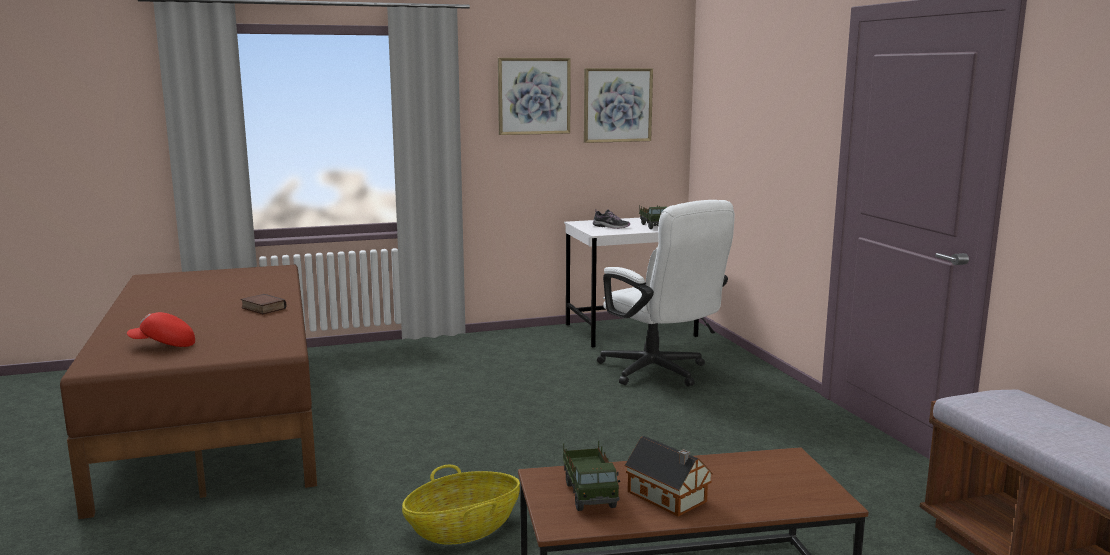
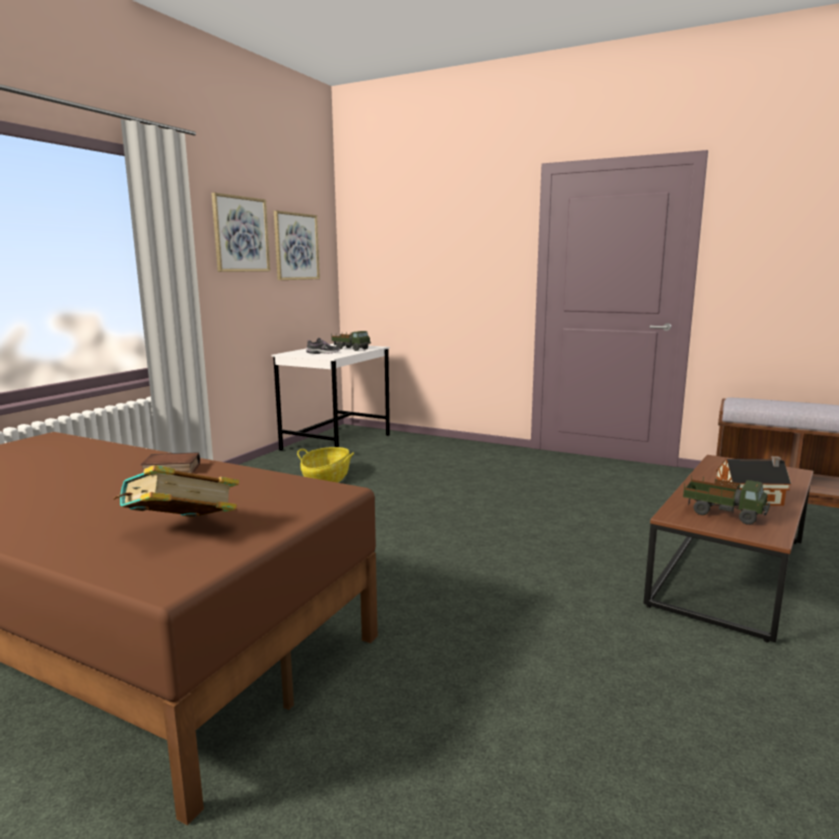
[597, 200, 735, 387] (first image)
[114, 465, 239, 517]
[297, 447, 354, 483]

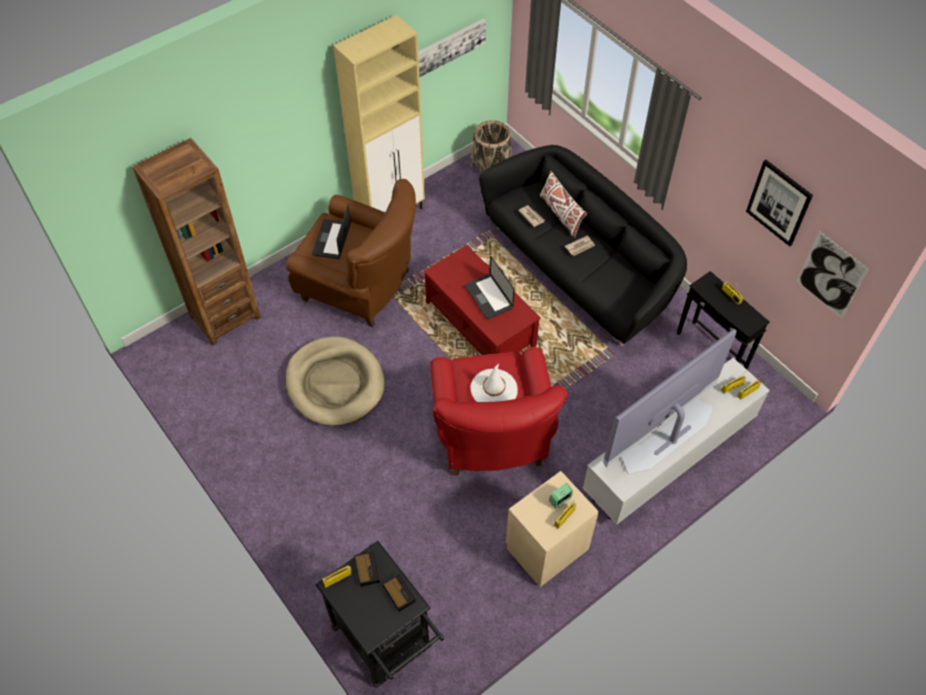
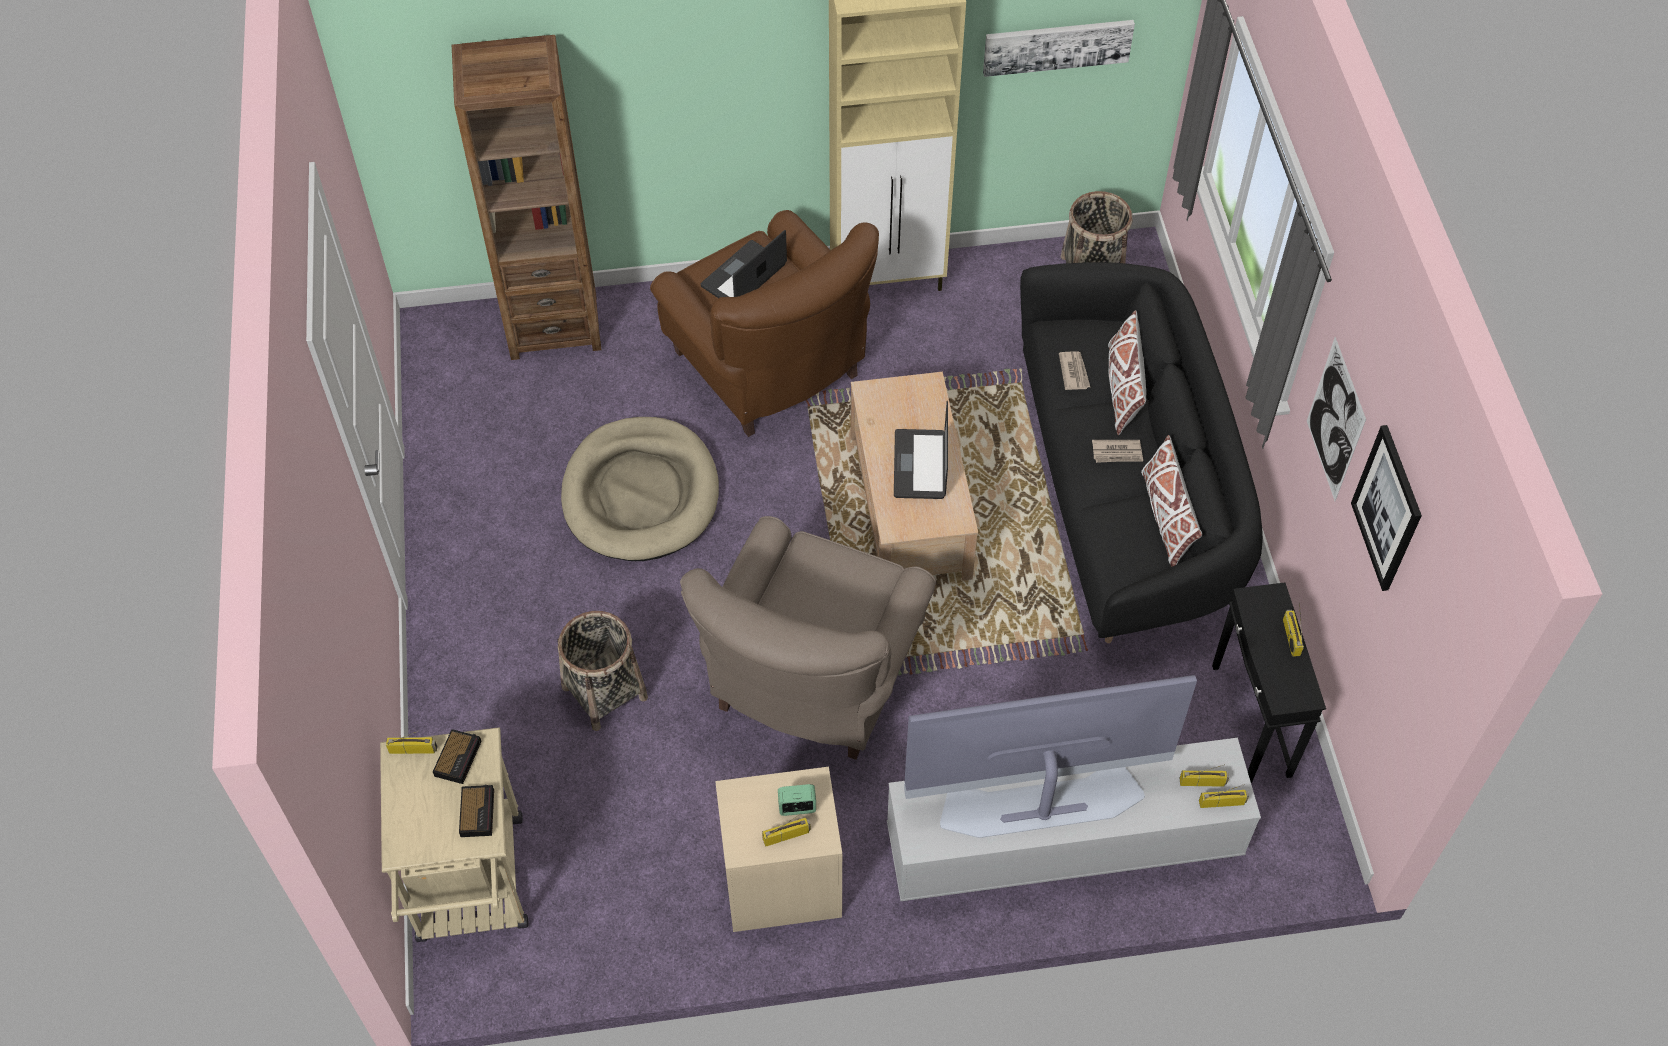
[1307, 337, 1366, 501]
[851, 372, 978, 581]
[680, 516, 936, 760]
[470, 364, 518, 402] (first image)
[380, 727, 528, 942]
[1141, 435, 1202, 567]
[558, 611, 648, 731]

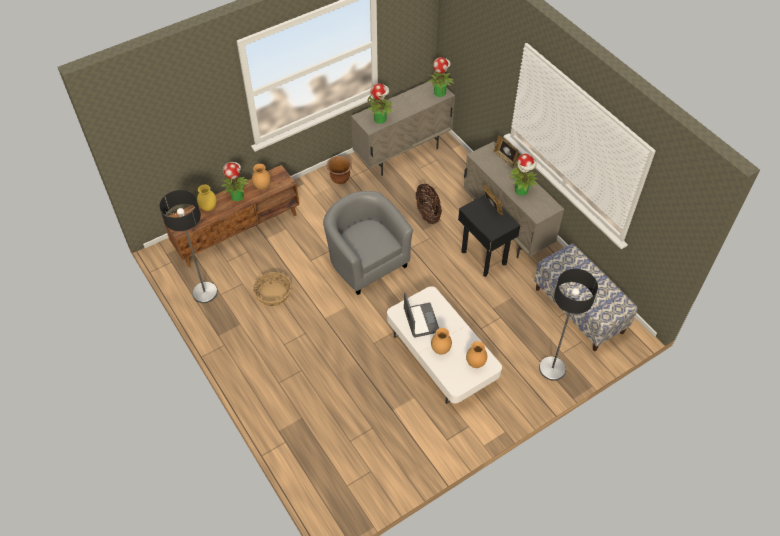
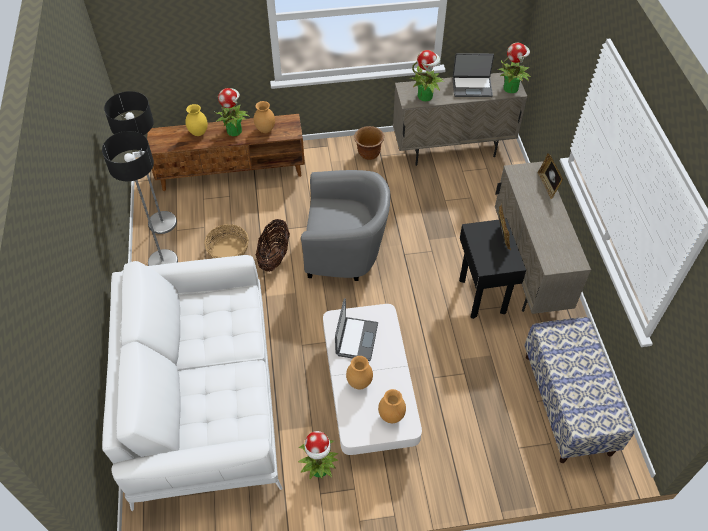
[298, 431, 338, 479]
[256, 219, 290, 272]
[301, 170, 390, 281]
[102, 131, 178, 266]
[453, 53, 494, 97]
[102, 255, 283, 511]

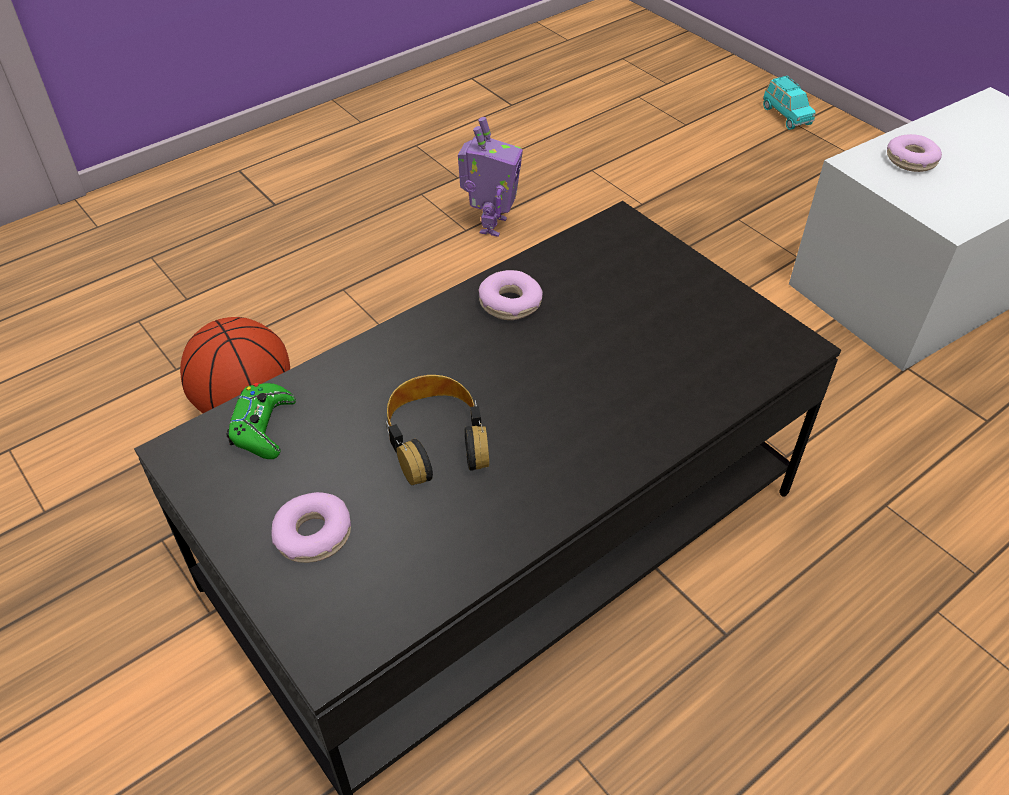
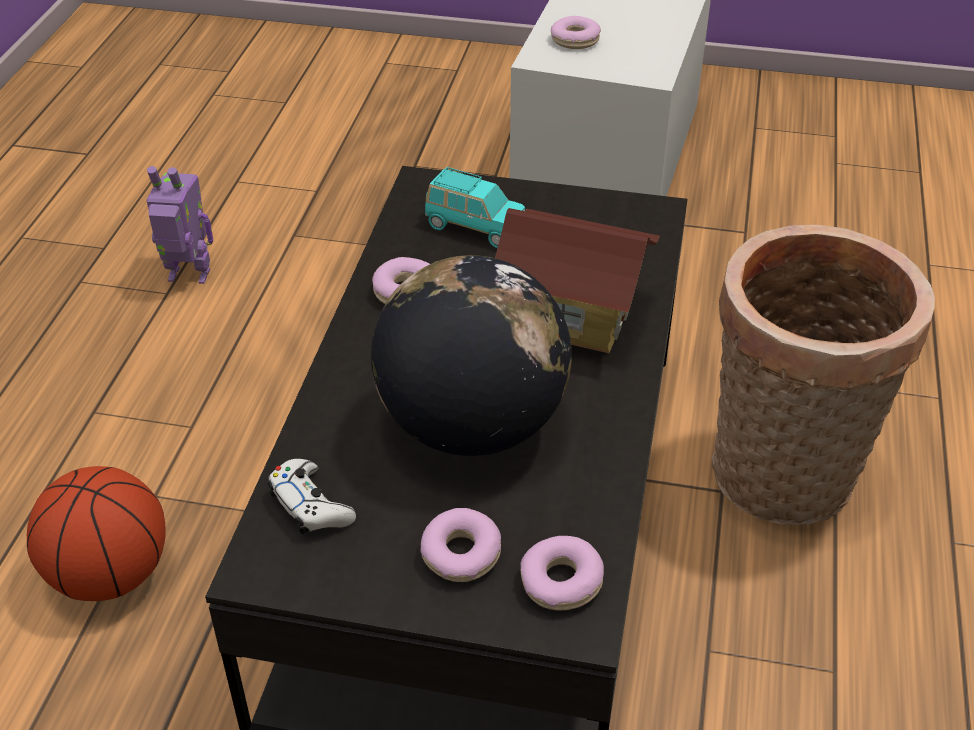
[425, 167, 525, 248]
[146, 166, 213, 284]
[371, 255, 572, 456]
[268, 459, 356, 535]
[495, 208, 660, 353]
[712, 225, 935, 524]
[520, 536, 604, 611]

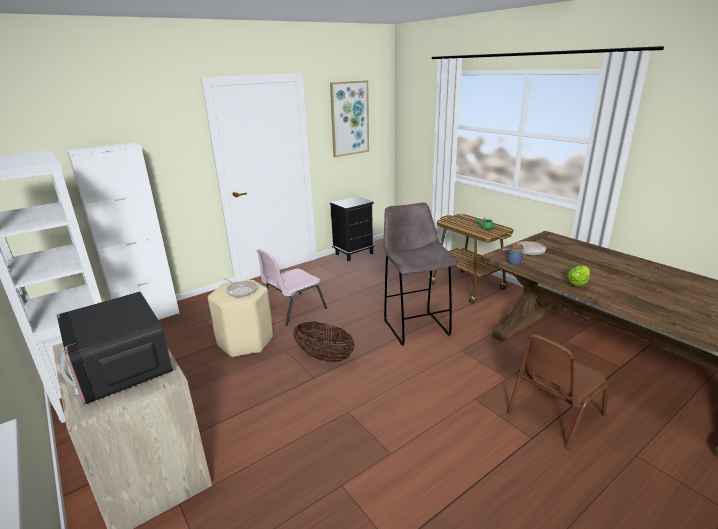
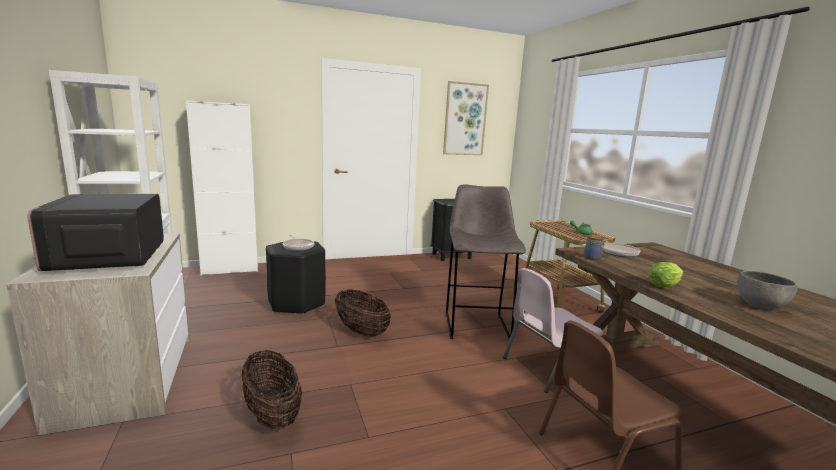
[503, 268, 603, 393]
[266, 242, 326, 315]
[737, 271, 797, 310]
[241, 350, 302, 430]

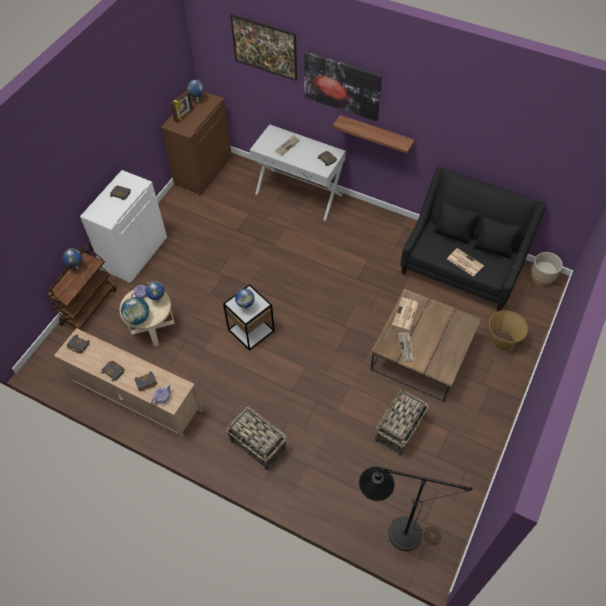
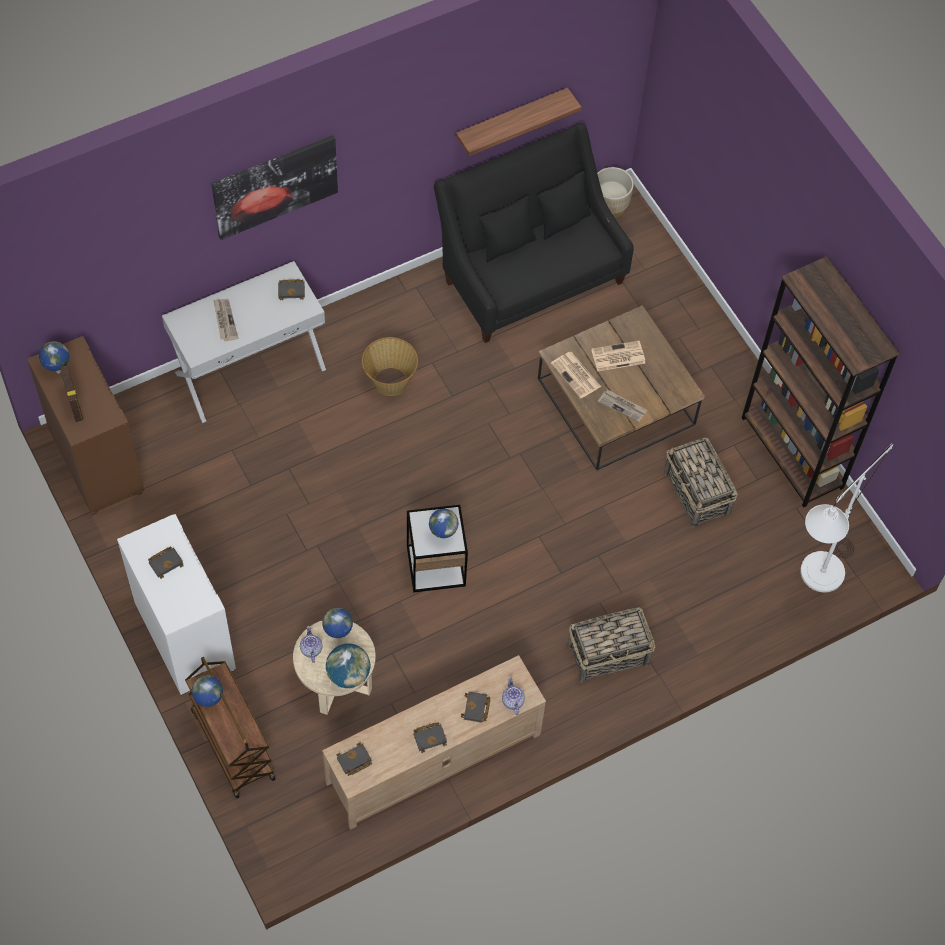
[230, 14, 297, 81] (first image)
[456, 88, 581, 156]
[591, 341, 645, 372]
[362, 337, 418, 396]
[800, 443, 893, 592]
[742, 256, 899, 508]

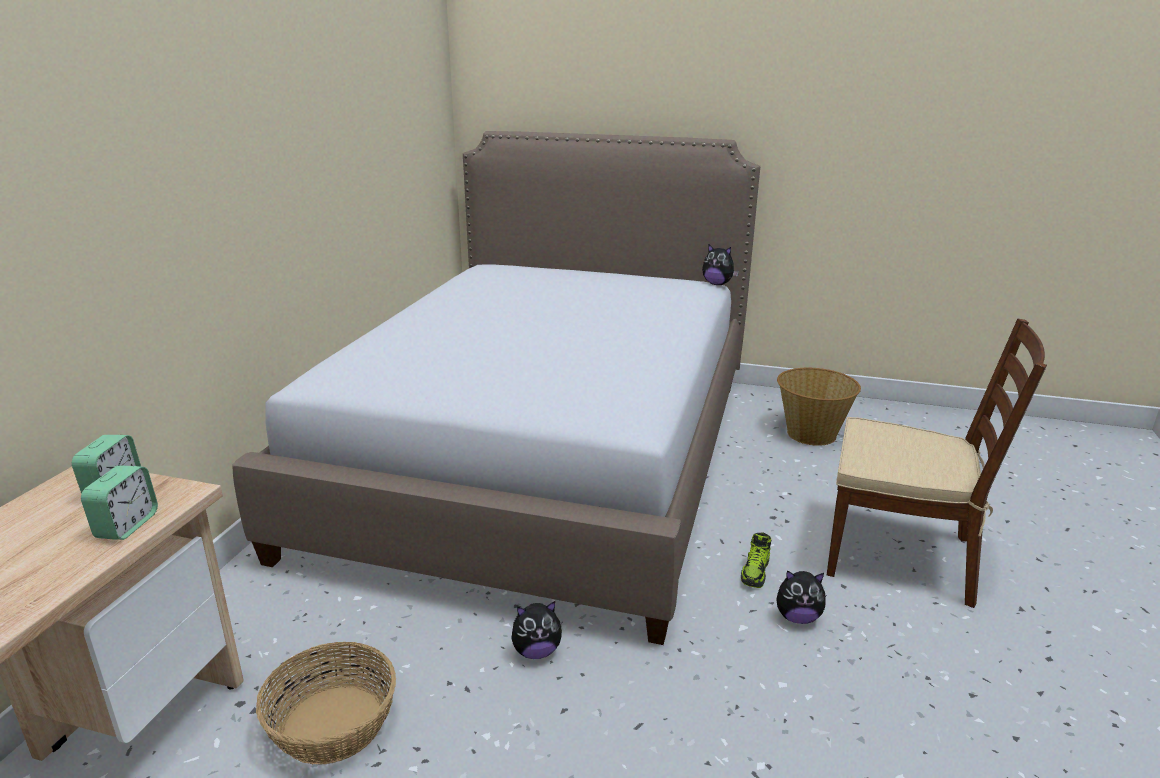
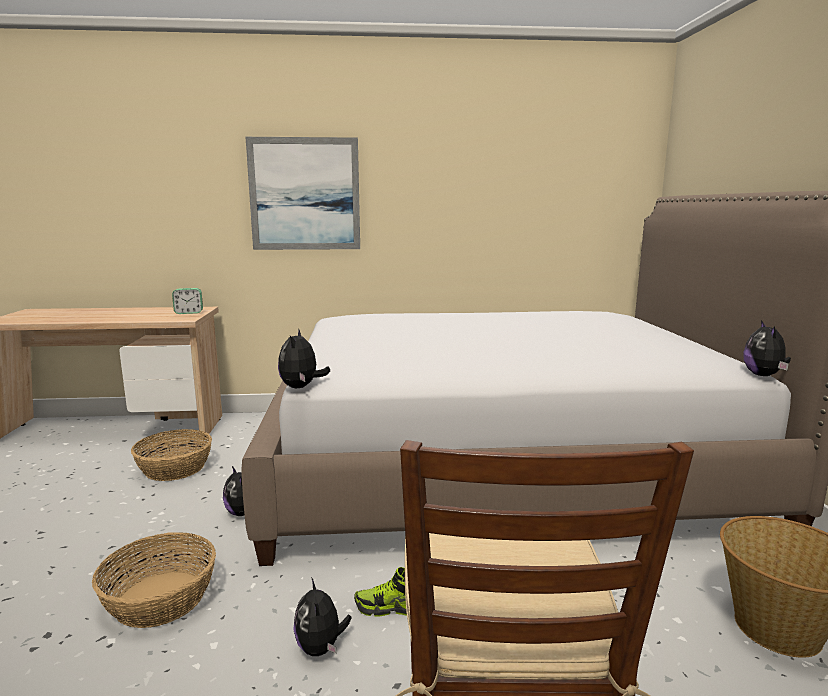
[81, 465, 158, 540] (first image)
[246, 137, 360, 250]
[278, 328, 330, 388]
[92, 532, 216, 628]

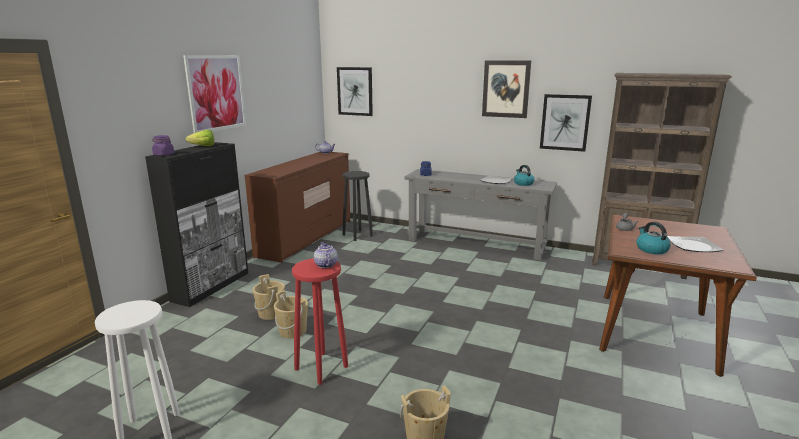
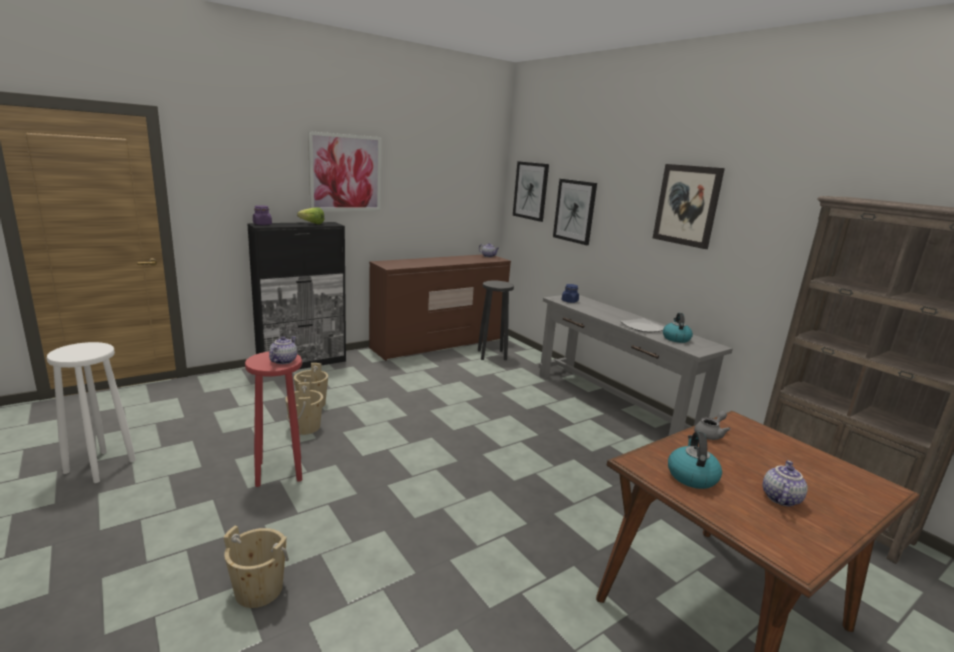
[553, 179, 597, 245]
[763, 460, 808, 506]

